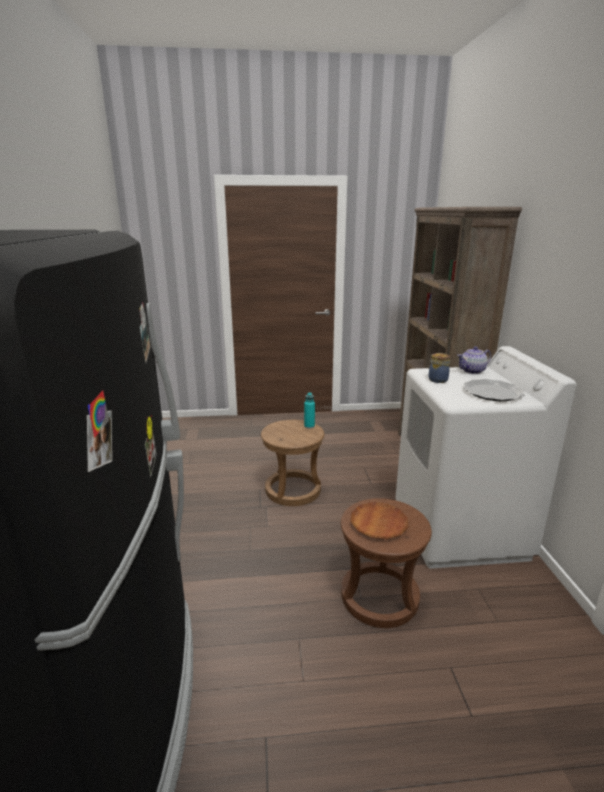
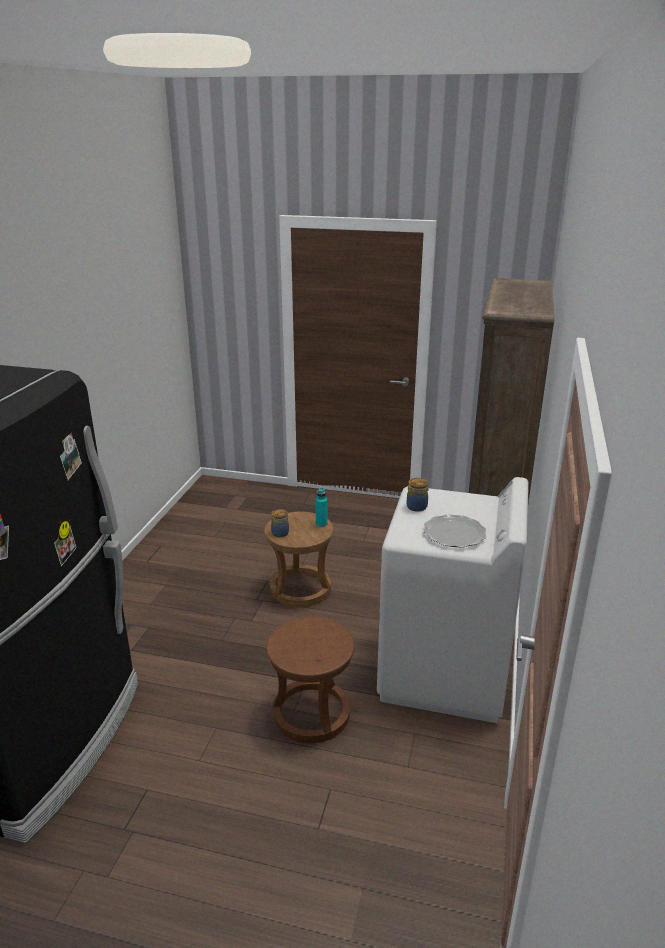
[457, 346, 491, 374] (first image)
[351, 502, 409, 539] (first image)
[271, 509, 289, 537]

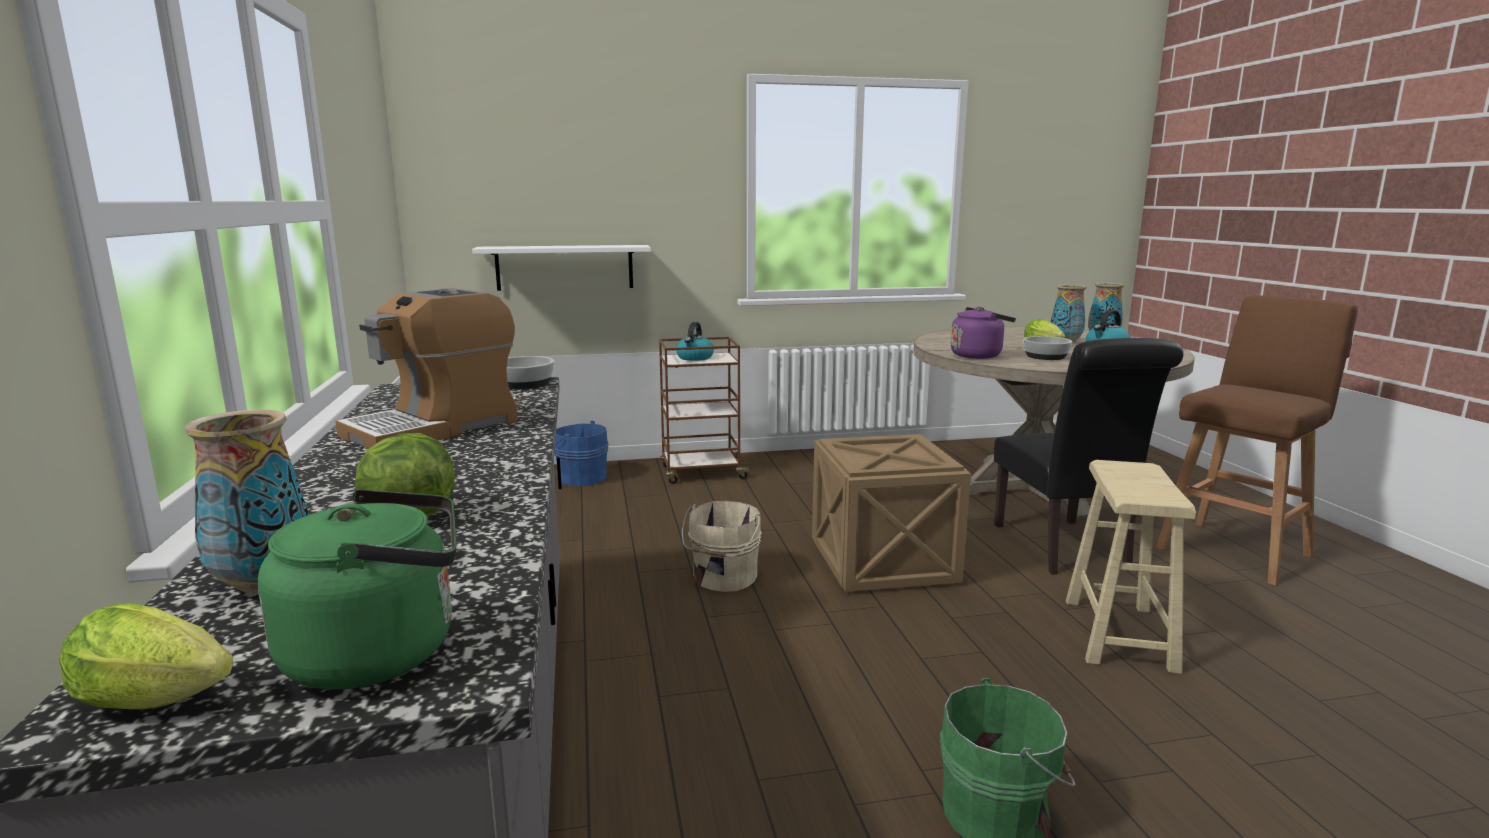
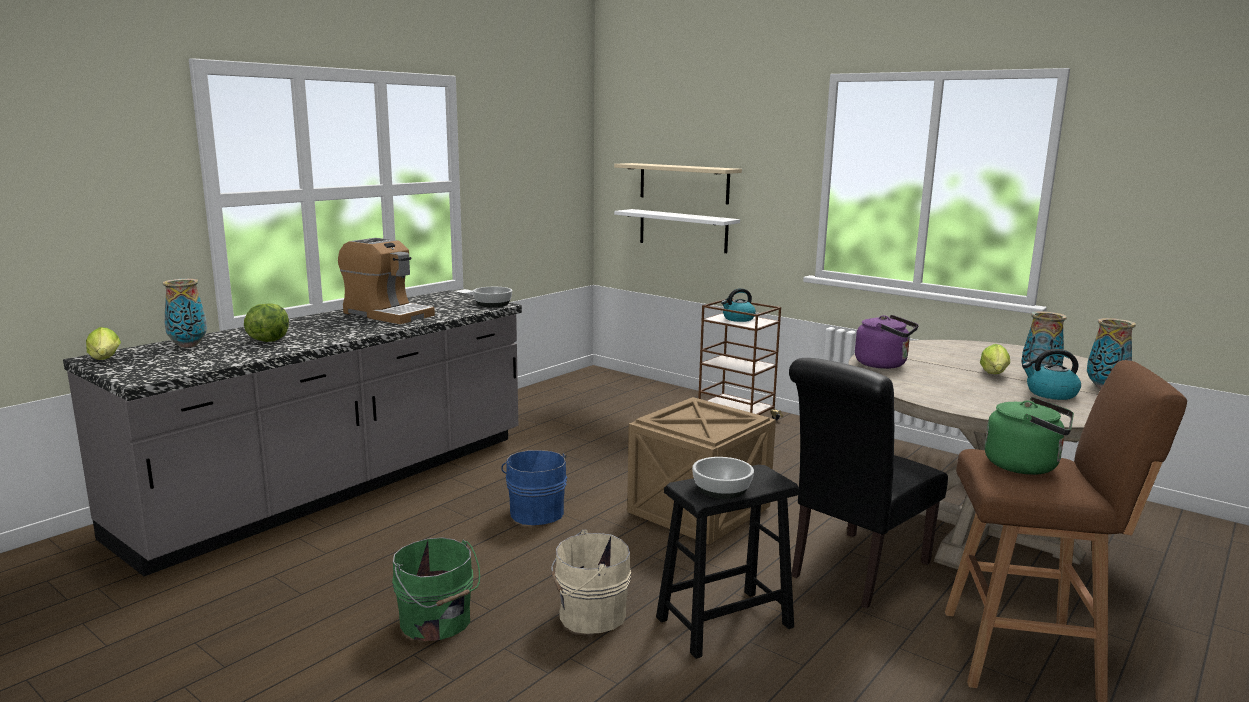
[338, 238, 435, 324]
[692, 457, 754, 499]
[502, 450, 567, 525]
[656, 465, 800, 659]
[985, 397, 1074, 475]
[551, 530, 631, 634]
[614, 163, 742, 204]

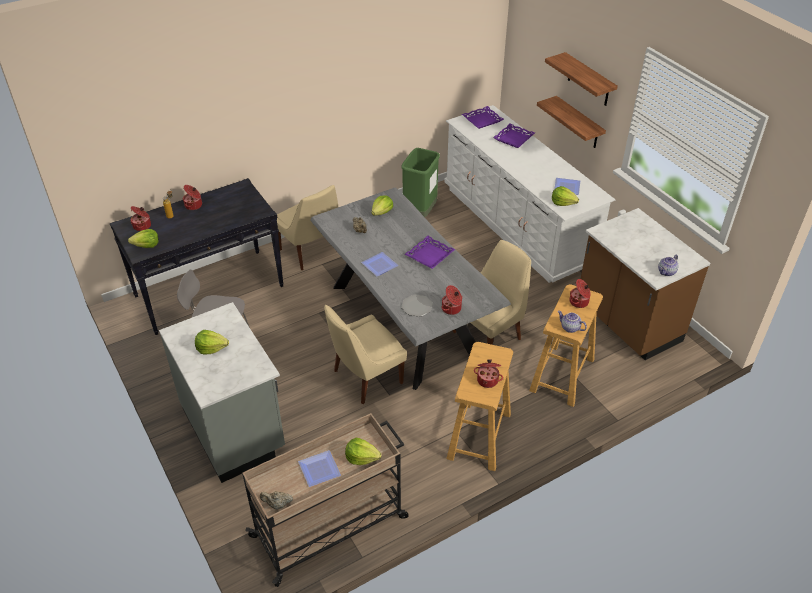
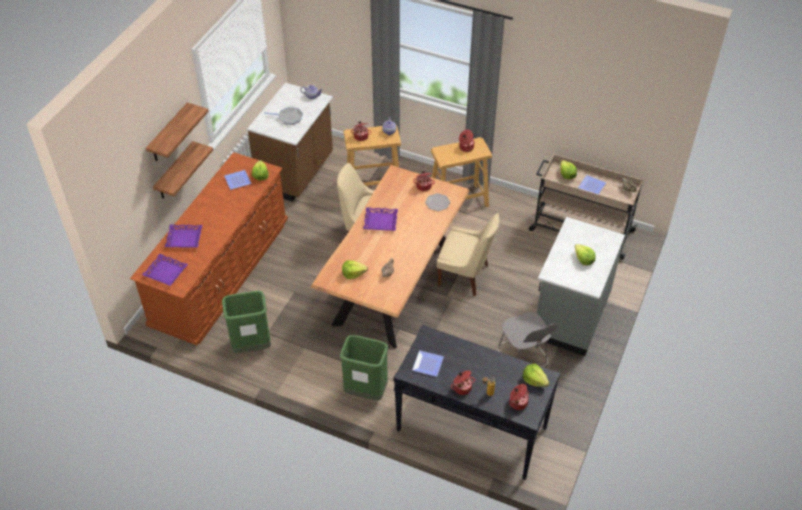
[130, 152, 288, 345]
[340, 335, 388, 400]
[311, 165, 469, 349]
[412, 350, 444, 377]
[264, 107, 303, 125]

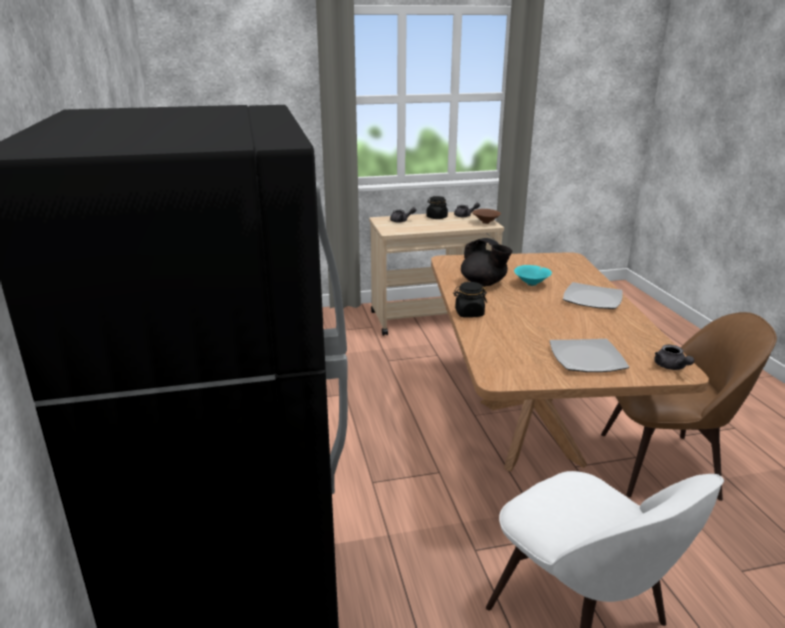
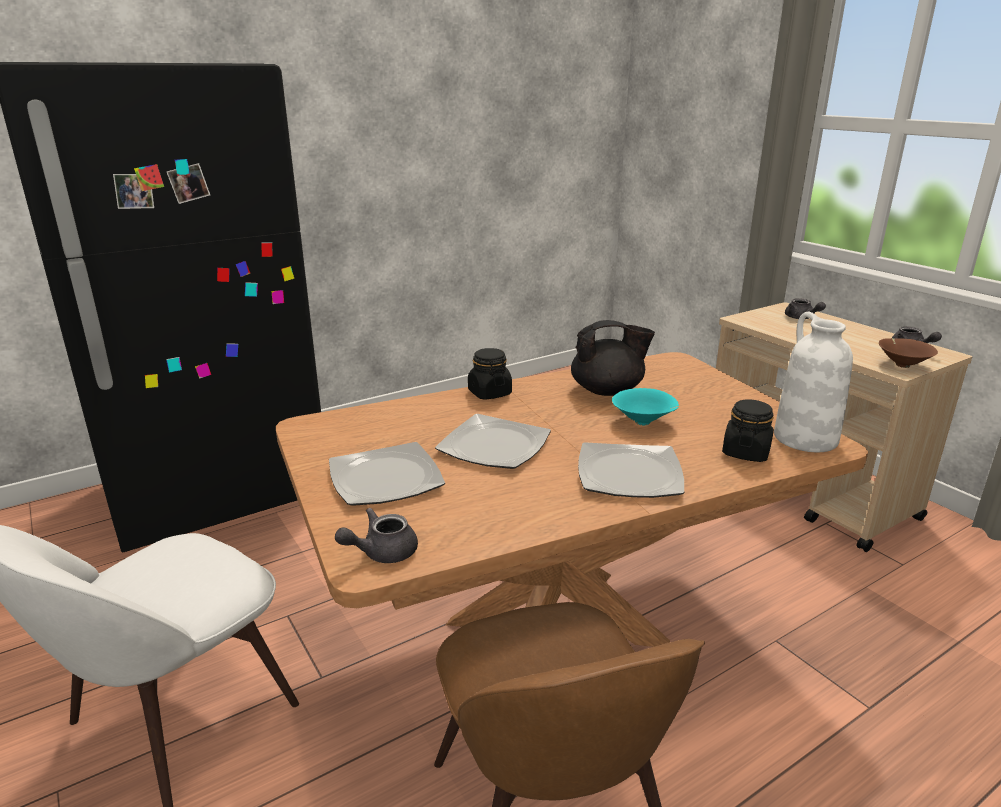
[722, 400, 774, 462]
[571, 320, 655, 396]
[774, 312, 853, 452]
[435, 414, 551, 469]

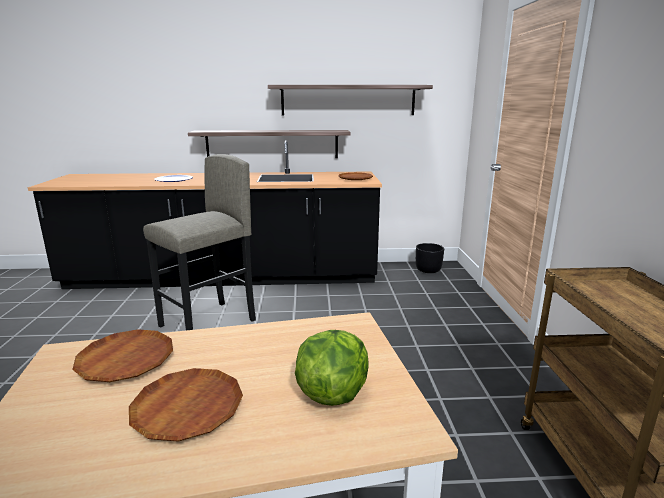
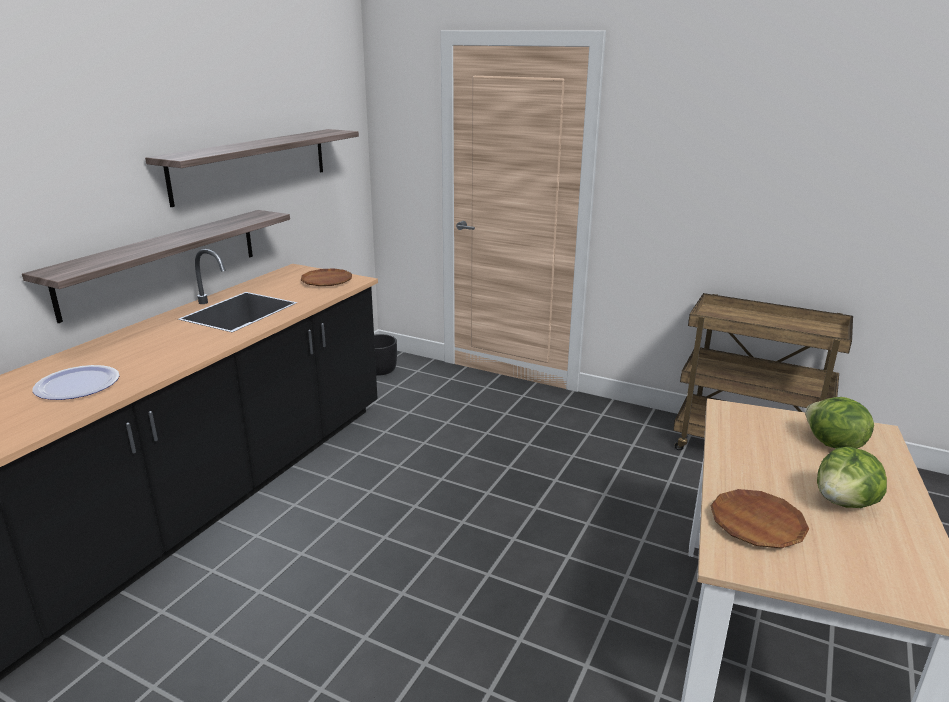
[143, 154, 256, 330] (first image)
[817, 447, 887, 508]

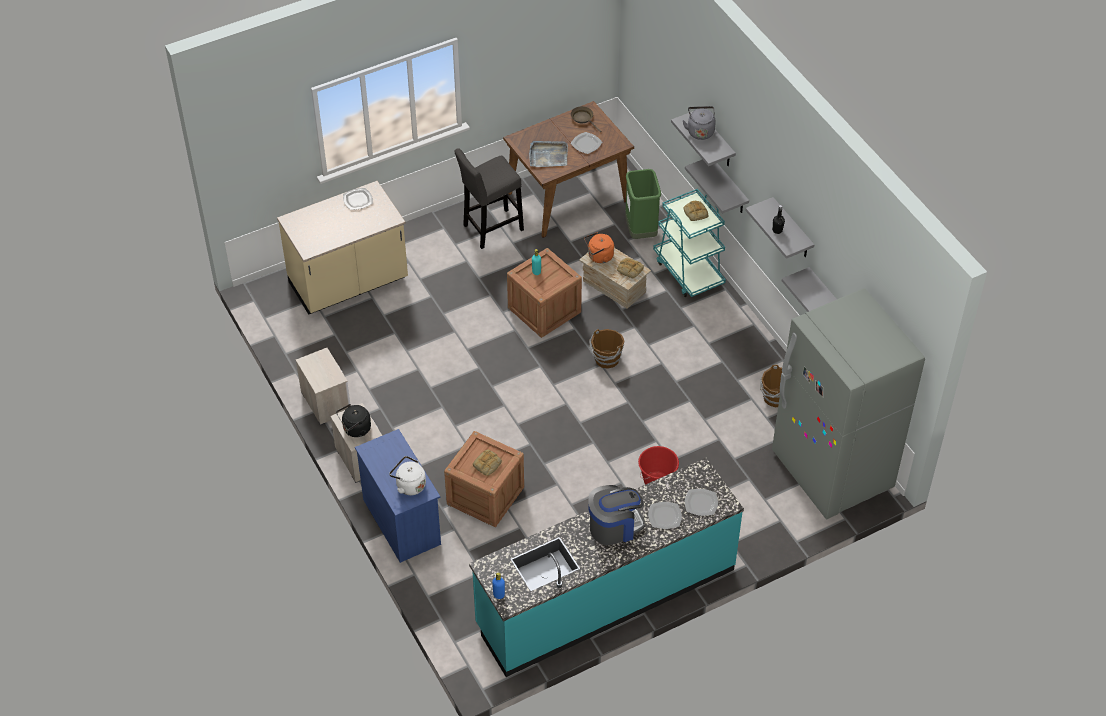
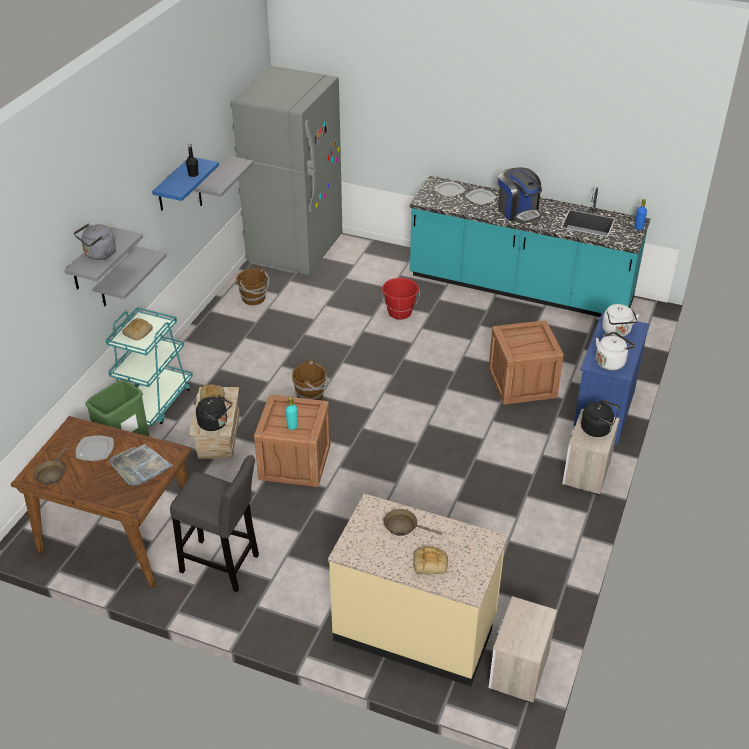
[343, 188, 373, 210] (first image)
[152, 157, 219, 211]
[196, 395, 232, 431]
[489, 596, 557, 704]
[413, 547, 448, 574]
[498, 167, 542, 223]
[596, 332, 635, 370]
[383, 509, 442, 536]

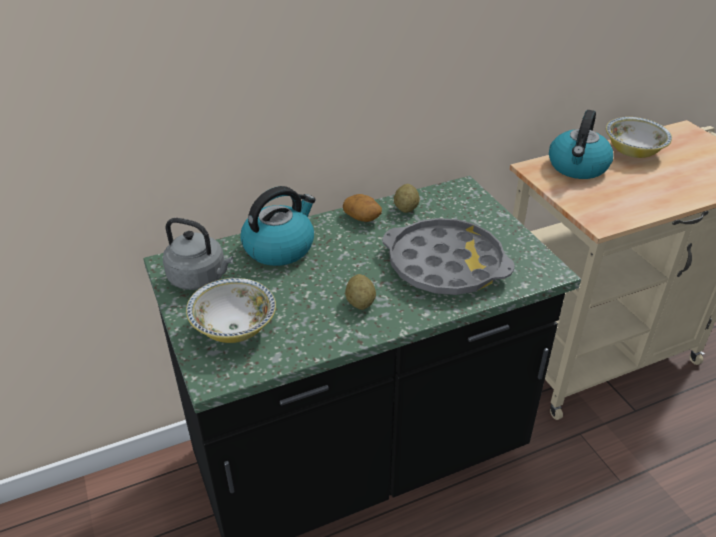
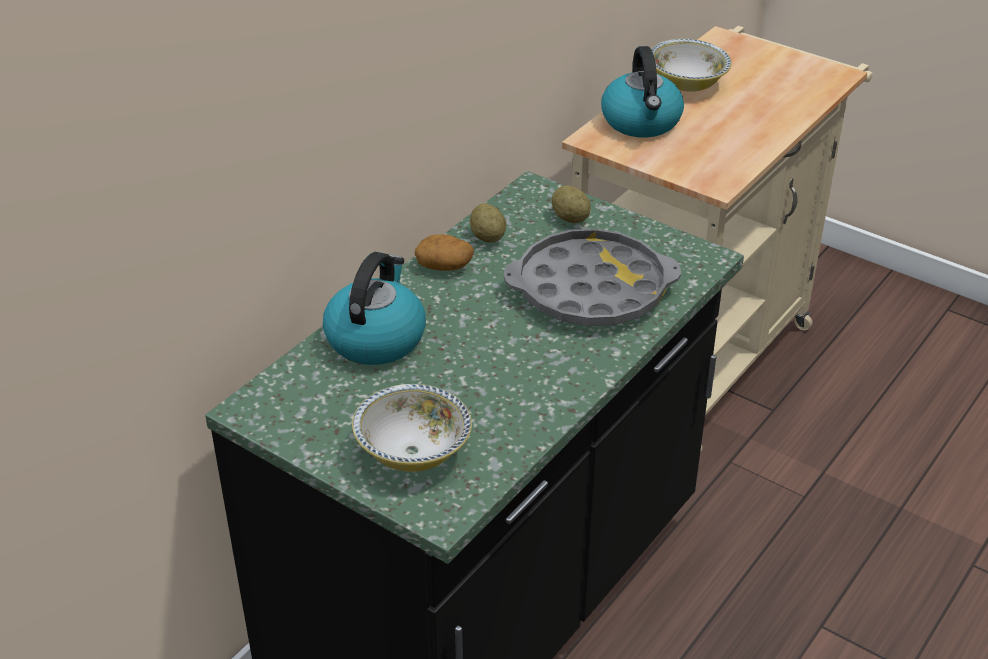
[163, 218, 233, 290] (first image)
[552, 186, 591, 223]

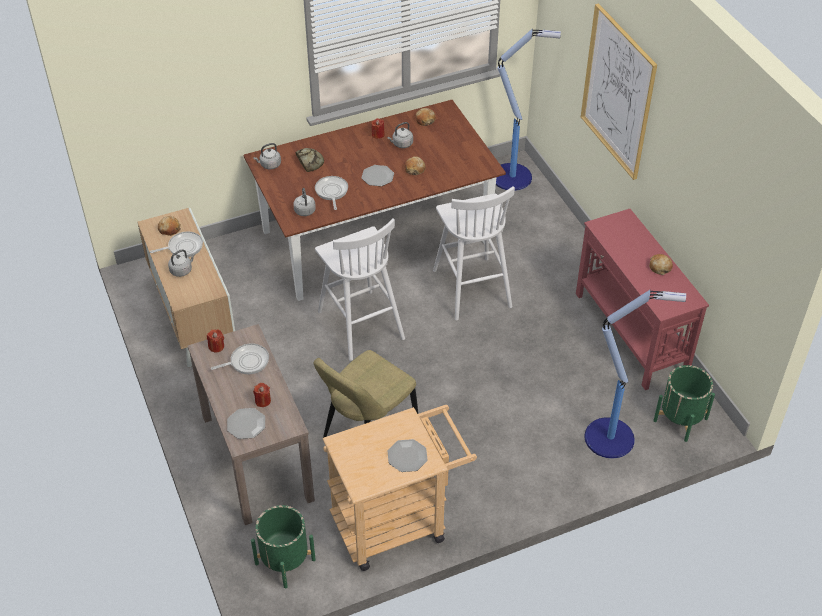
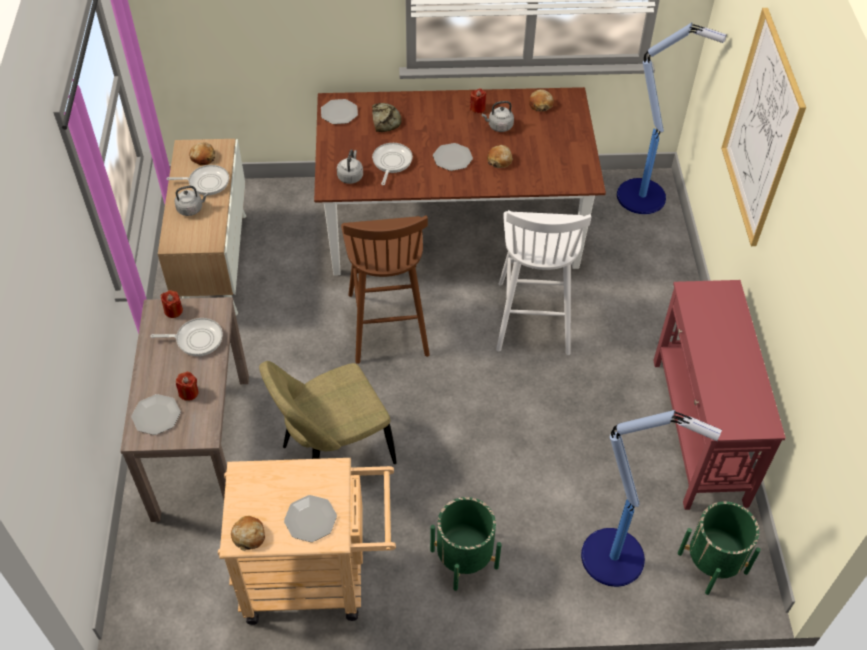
[321, 99, 358, 124]
[341, 215, 430, 364]
[231, 516, 265, 551]
[430, 497, 502, 591]

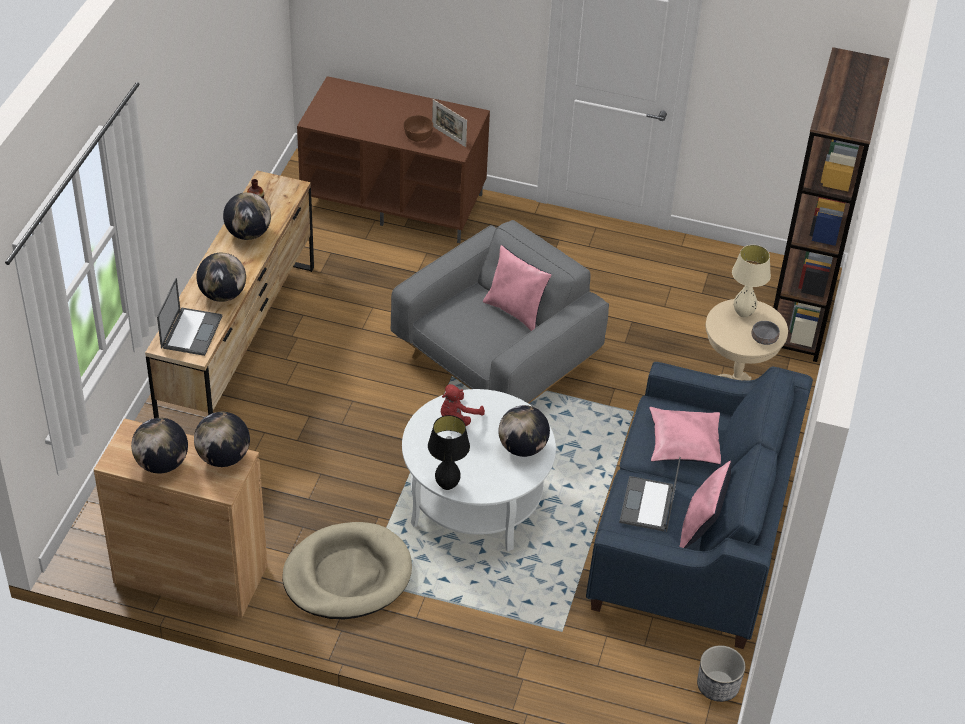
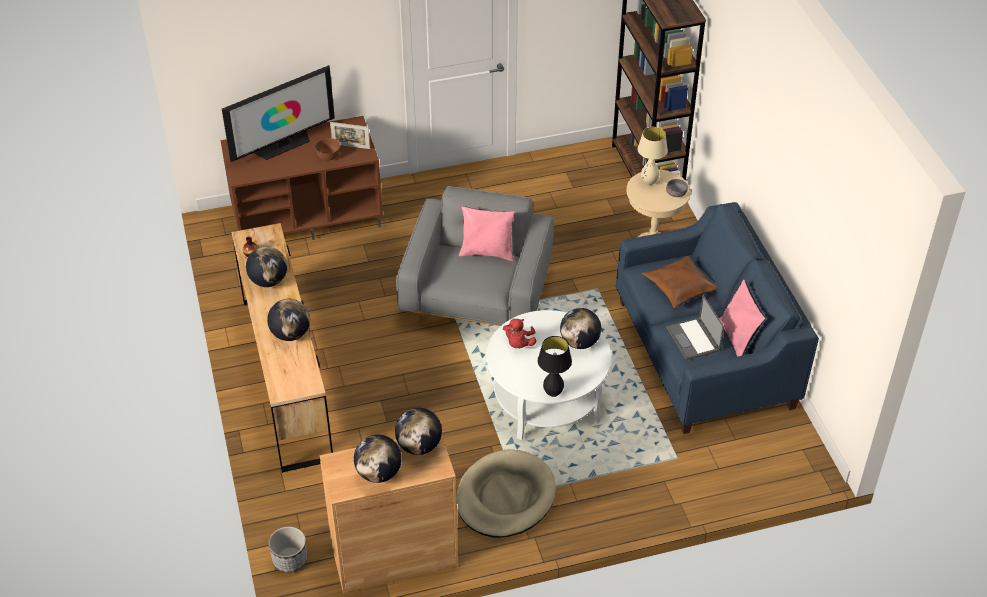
[157, 278, 222, 356] (first image)
[642, 256, 718, 309]
[268, 526, 307, 573]
[222, 65, 335, 162]

